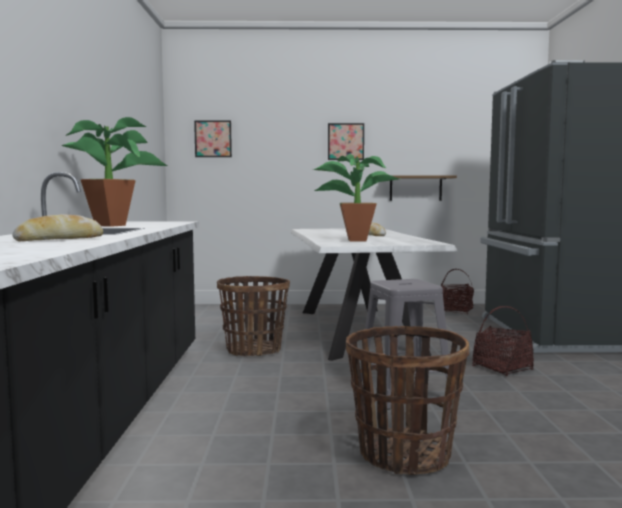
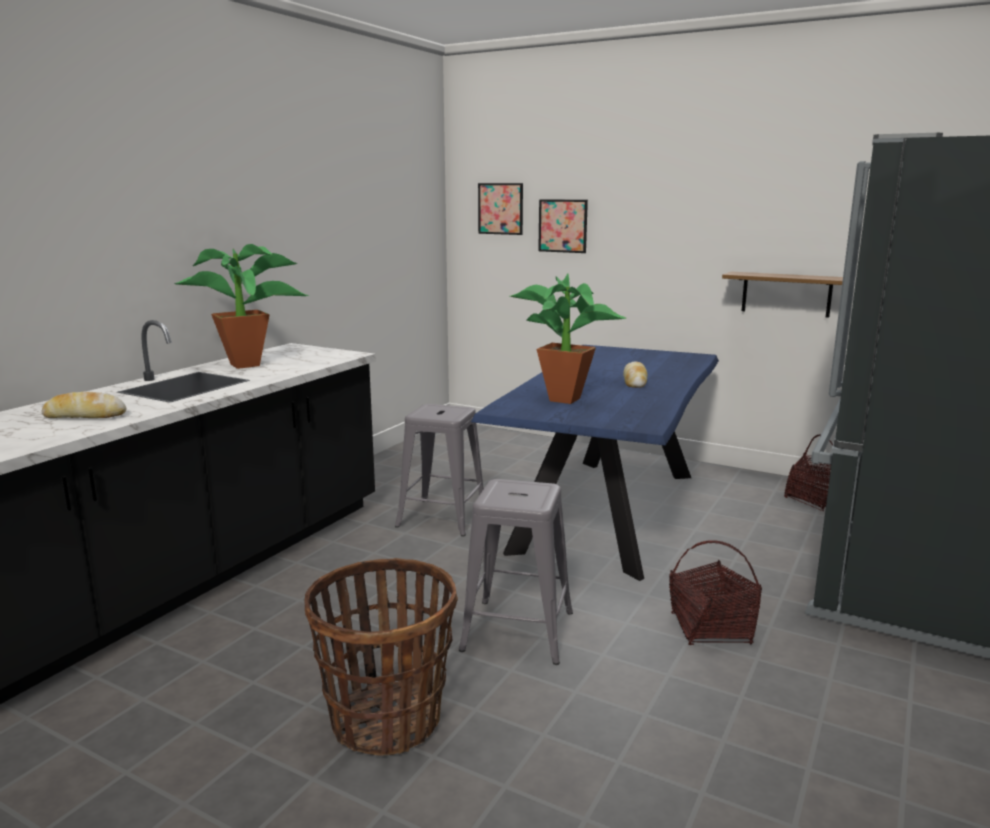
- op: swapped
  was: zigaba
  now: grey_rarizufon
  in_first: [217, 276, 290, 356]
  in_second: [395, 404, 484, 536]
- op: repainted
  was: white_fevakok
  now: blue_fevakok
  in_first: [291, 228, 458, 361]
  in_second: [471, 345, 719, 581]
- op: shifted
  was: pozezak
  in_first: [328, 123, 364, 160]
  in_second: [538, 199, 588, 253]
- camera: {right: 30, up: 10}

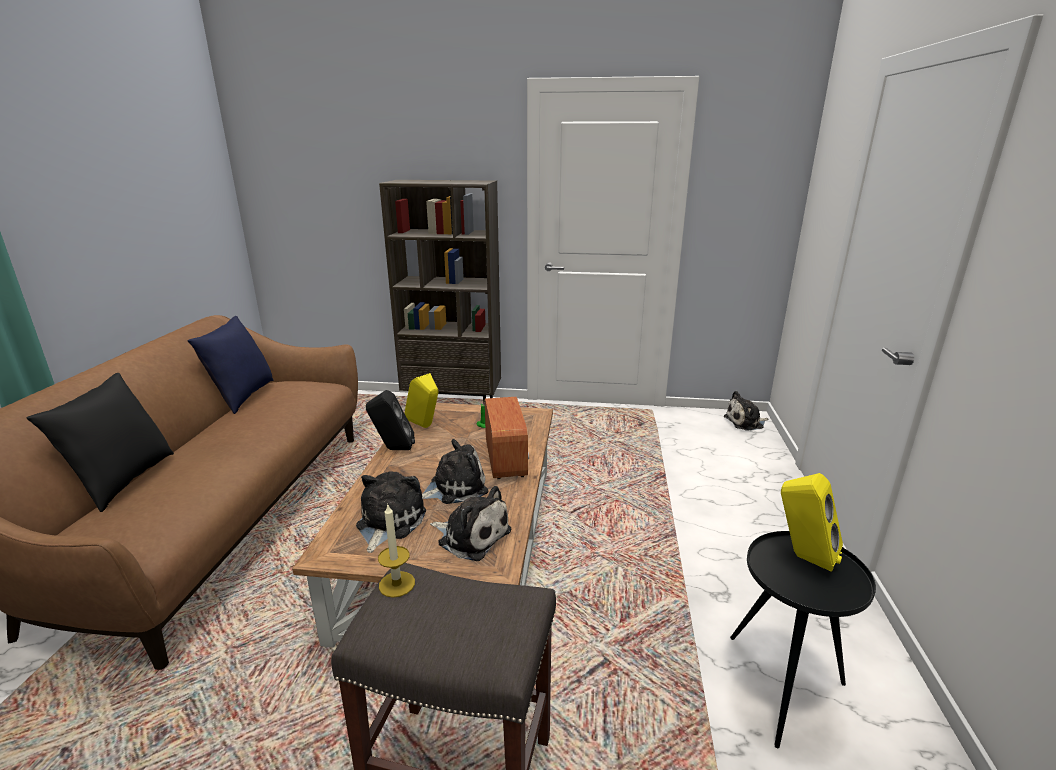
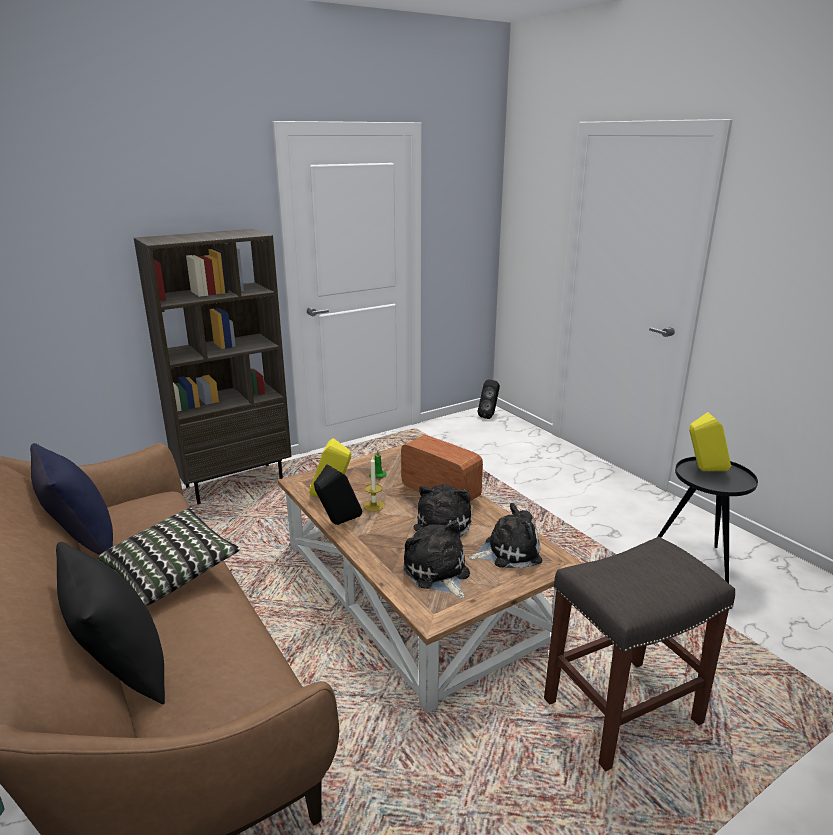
- op: shifted
  was: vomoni
  in_first: [378, 503, 415, 598]
  in_second: [364, 456, 384, 512]
- op: swapped
  was: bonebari
  now: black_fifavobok
  in_first: [724, 391, 769, 431]
  in_second: [478, 379, 500, 419]
- op: new
  now: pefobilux
  in_second: [98, 508, 241, 606]
- camera: {right: -40, up: 0}

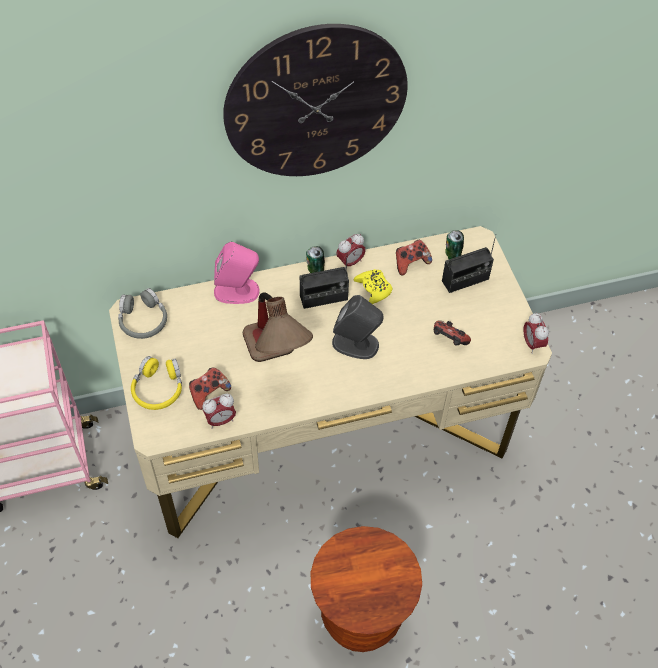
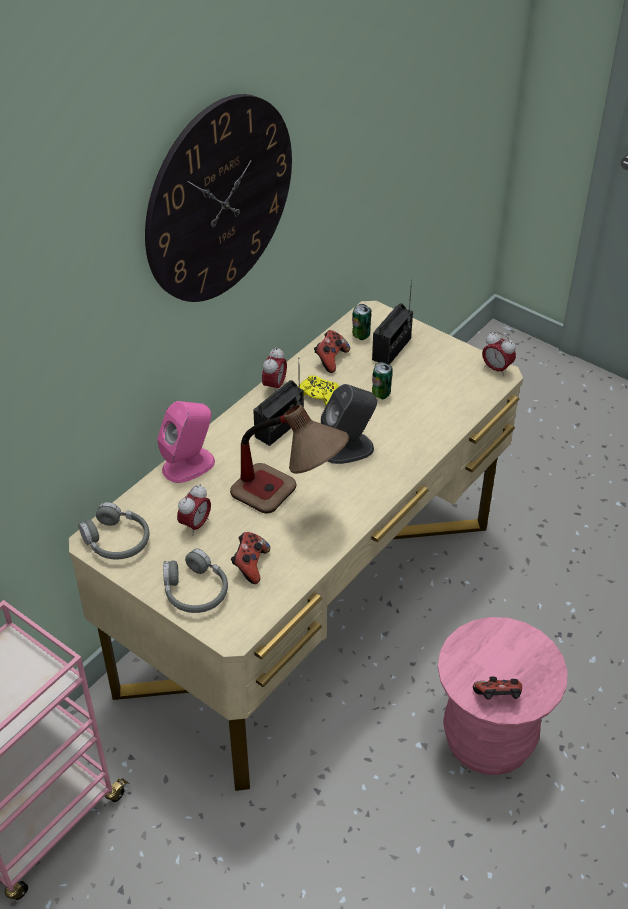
- op: repainted
  was: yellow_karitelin
  now: grey_karitelin
  in_first: [131, 356, 182, 410]
  in_second: [163, 548, 228, 613]
- op: shifted
  was: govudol
  in_first: [202, 394, 236, 428]
  in_second: [177, 484, 211, 536]
- op: shifted
  was: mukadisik
  in_first: [306, 246, 325, 273]
  in_second: [372, 362, 393, 399]
- op: repainted
  was: brown_rarizufon
  now: pink_rarizufon
  in_first: [311, 526, 422, 652]
  in_second: [438, 617, 568, 775]
- op: shifted
  was: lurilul
  in_first: [434, 320, 471, 346]
  in_second: [473, 676, 522, 700]
- camera: {right: -35, up: -10}

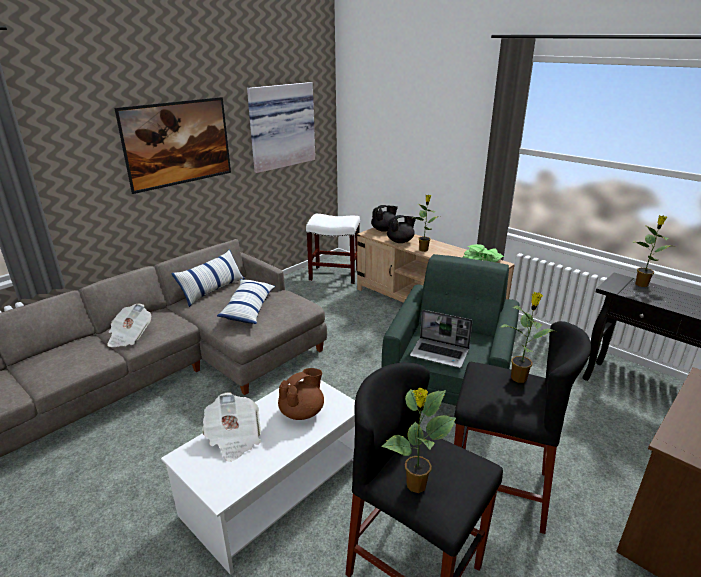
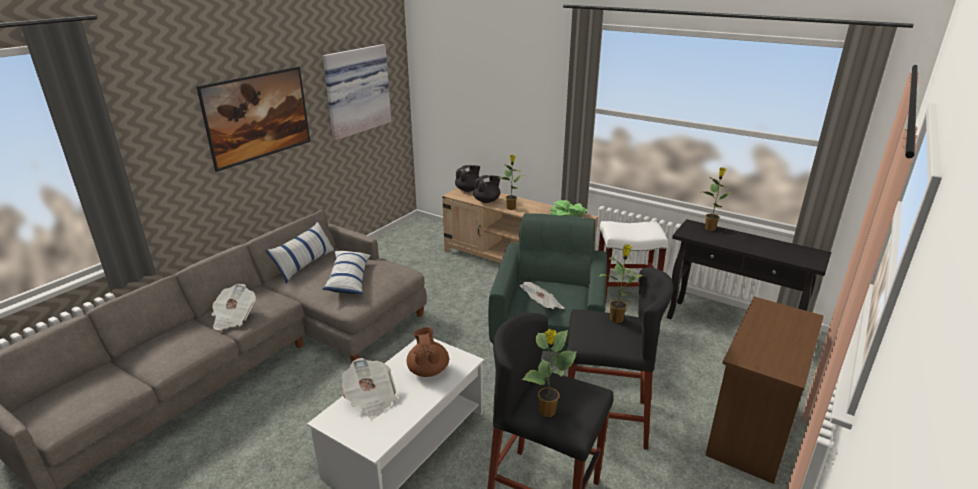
- op: rotated
  was: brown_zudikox
  in_first: [278, 368, 324, 420]
  in_second: [406, 327, 449, 377]
  clockwise: -45
- op: shifted
  was: white_rarizufon
  in_first: [306, 214, 360, 284]
  in_second: [598, 221, 668, 305]
- op: swapped
  was: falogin
  now: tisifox
  in_first: [410, 310, 473, 368]
  in_second: [520, 282, 564, 309]
- camera: {right: -10, up: 0}

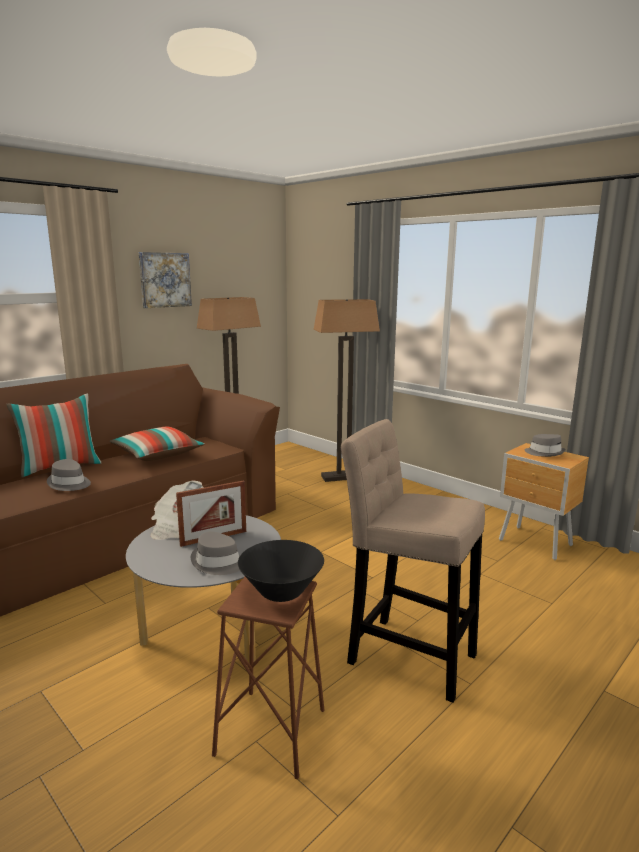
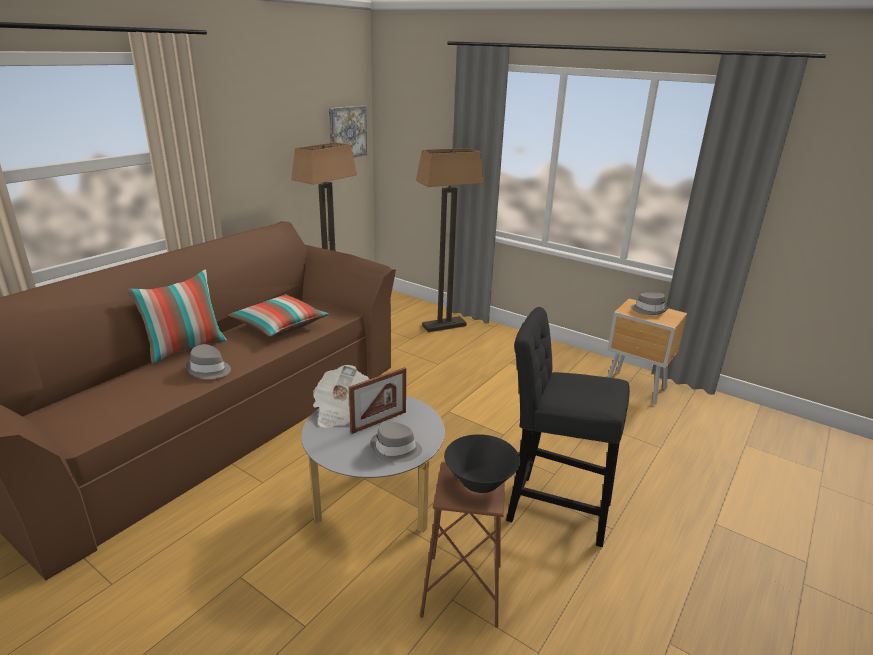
- op: shifted
  was: pozezak
  in_first: [139, 252, 192, 308]
  in_second: [329, 105, 367, 158]
- op: repainted
  was: beige_rarizufon
  now: black_rarizufon
  in_first: [341, 419, 485, 703]
  in_second: [506, 307, 630, 547]
- camera: {right: -10, up: 10}

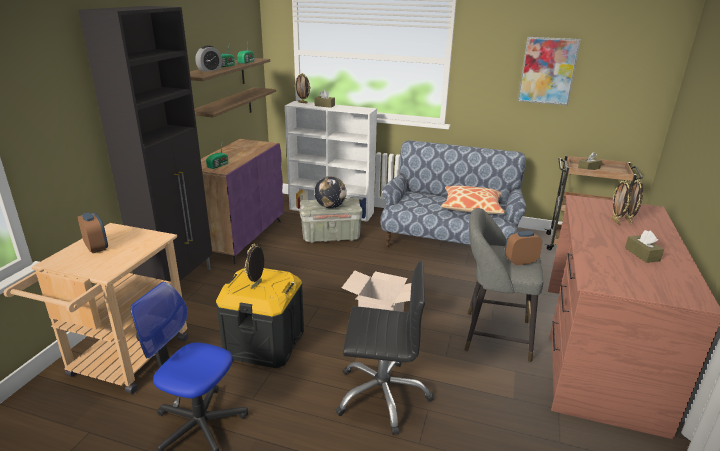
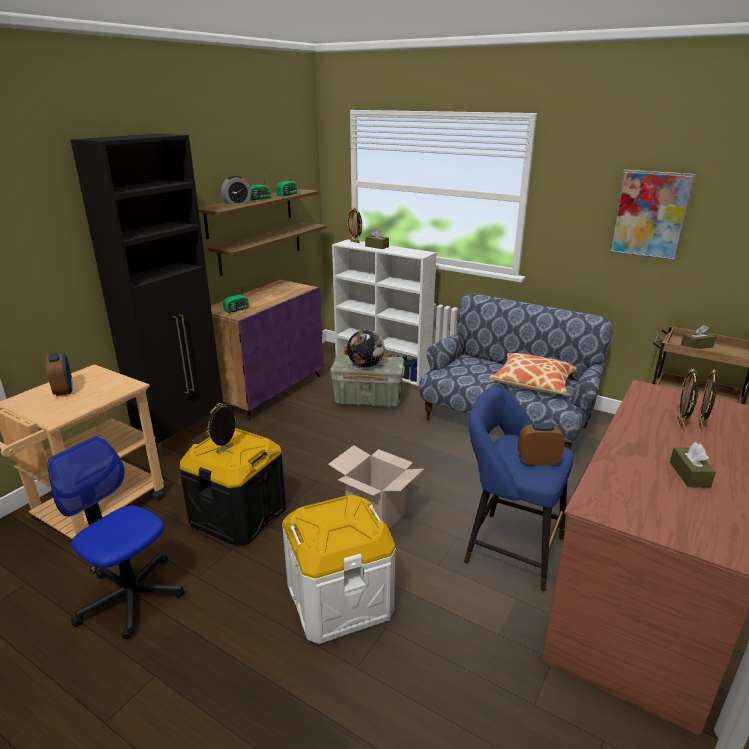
- op: swapped
  was: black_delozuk
  now: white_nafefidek
  in_first: [335, 261, 433, 435]
  in_second: [282, 495, 396, 644]
- op: repainted
  was: grey_rarizufon
  now: blue_rarizufon
  in_first: [464, 208, 544, 362]
  in_second: [464, 387, 573, 591]
- camera: {right: 15, up: 0}

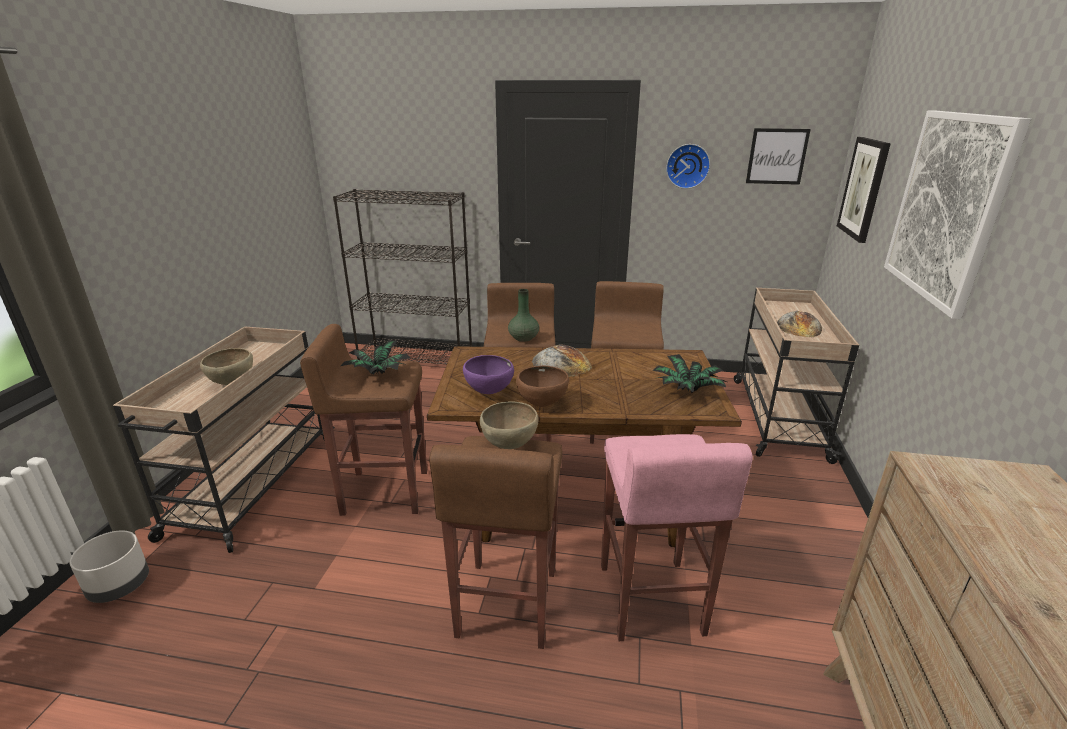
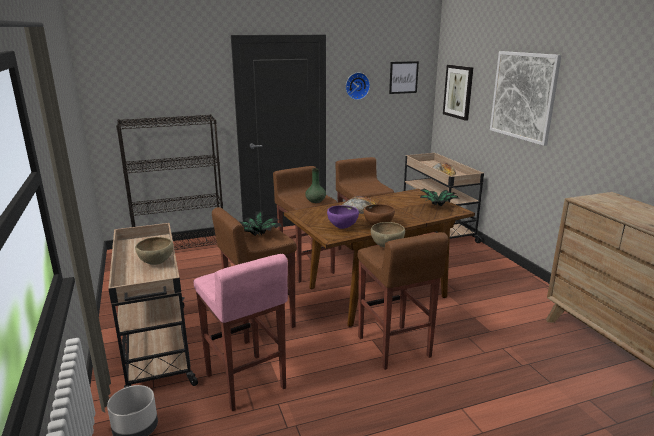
- op: shifted
  was: pink_rarizufon
  in_first: [601, 434, 753, 641]
  in_second: [193, 254, 288, 412]
- camera: {right: -30, up: -5}

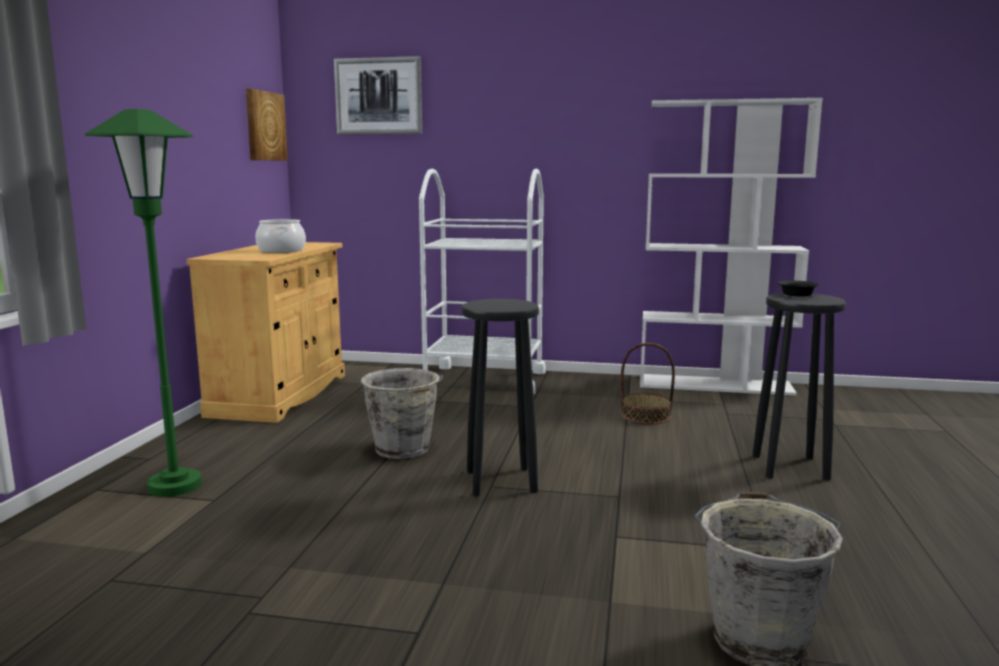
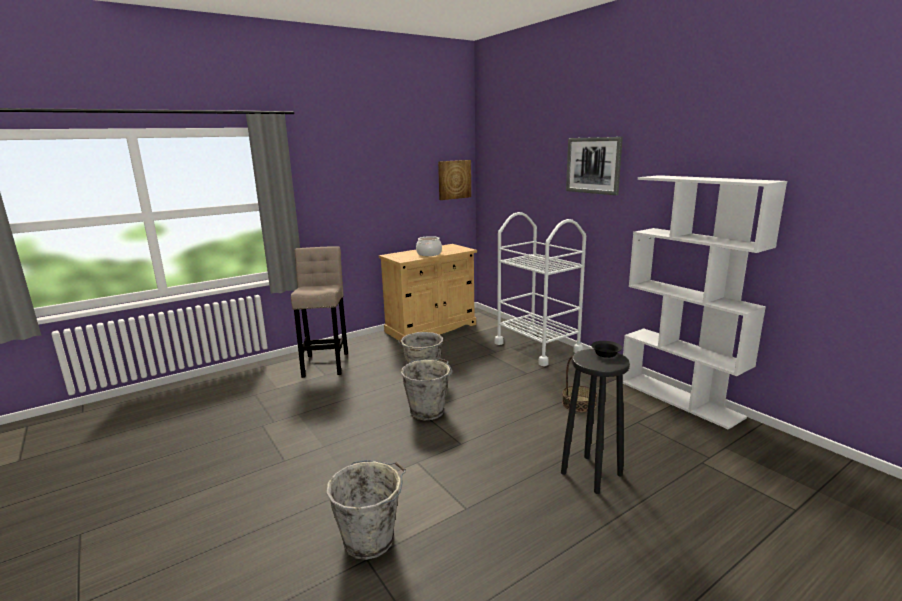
- op: swapped
  was: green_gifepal
  now: beige_rarizufon
  in_first: [85, 109, 202, 497]
  in_second: [291, 246, 348, 378]
- op: shifted
  was: pozezak
  in_first: [334, 56, 422, 135]
  in_second: [566, 137, 623, 195]
- op: swapped
  was: black_rarizufon
  now: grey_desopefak
  in_first: [461, 299, 539, 497]
  in_second: [401, 358, 452, 420]
- camera: {right: 45, up: 5}

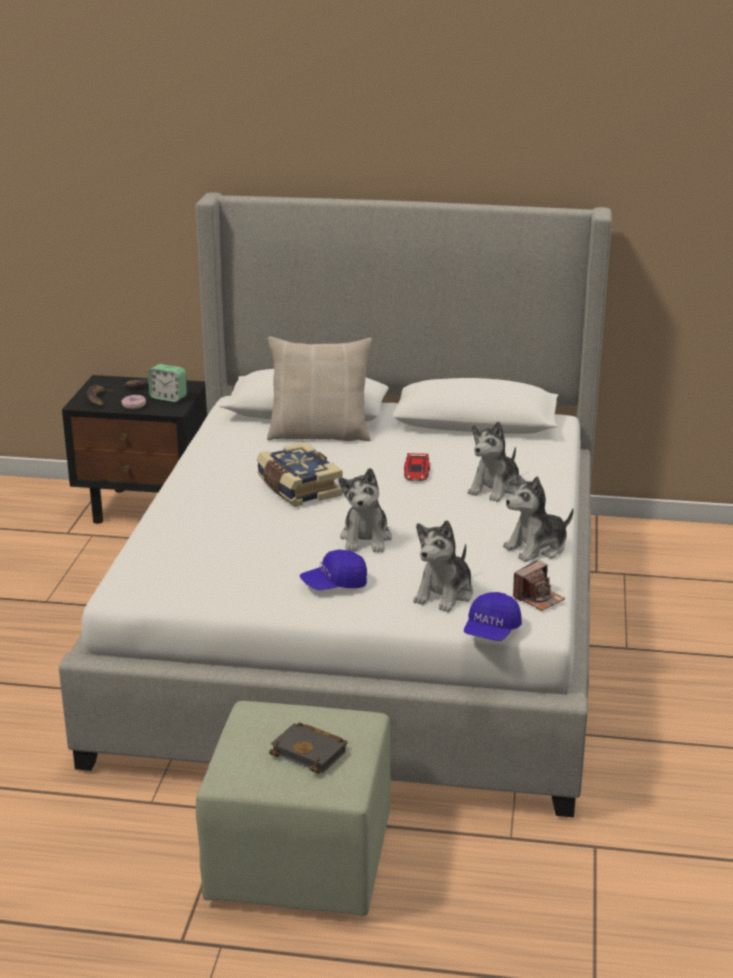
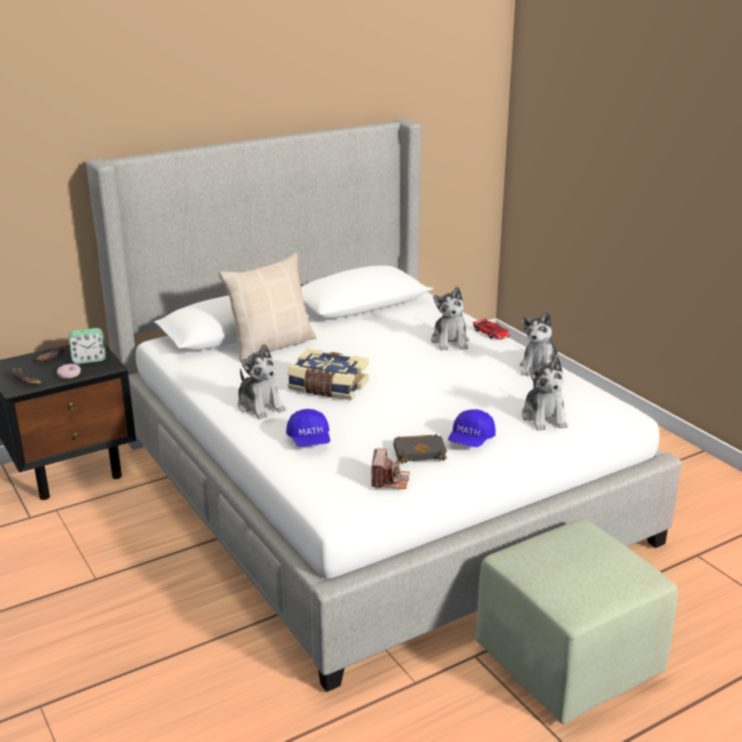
- op: shifted
  was: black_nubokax
  in_first: [269, 722, 348, 774]
  in_second: [394, 434, 447, 463]
- op: shifted
  was: bonebari
  in_first: [338, 468, 392, 552]
  in_second: [238, 344, 286, 419]
- op: shifted
  was: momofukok
  in_first: [404, 453, 430, 481]
  in_second: [473, 318, 510, 340]
- op: shifted
  was: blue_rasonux
  in_first: [464, 592, 522, 641]
  in_second: [286, 409, 330, 447]
- op: shifted
  was: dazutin
  in_first: [513, 560, 565, 611]
  in_second: [371, 448, 410, 489]
- camera: {right: -40, up: 0}

